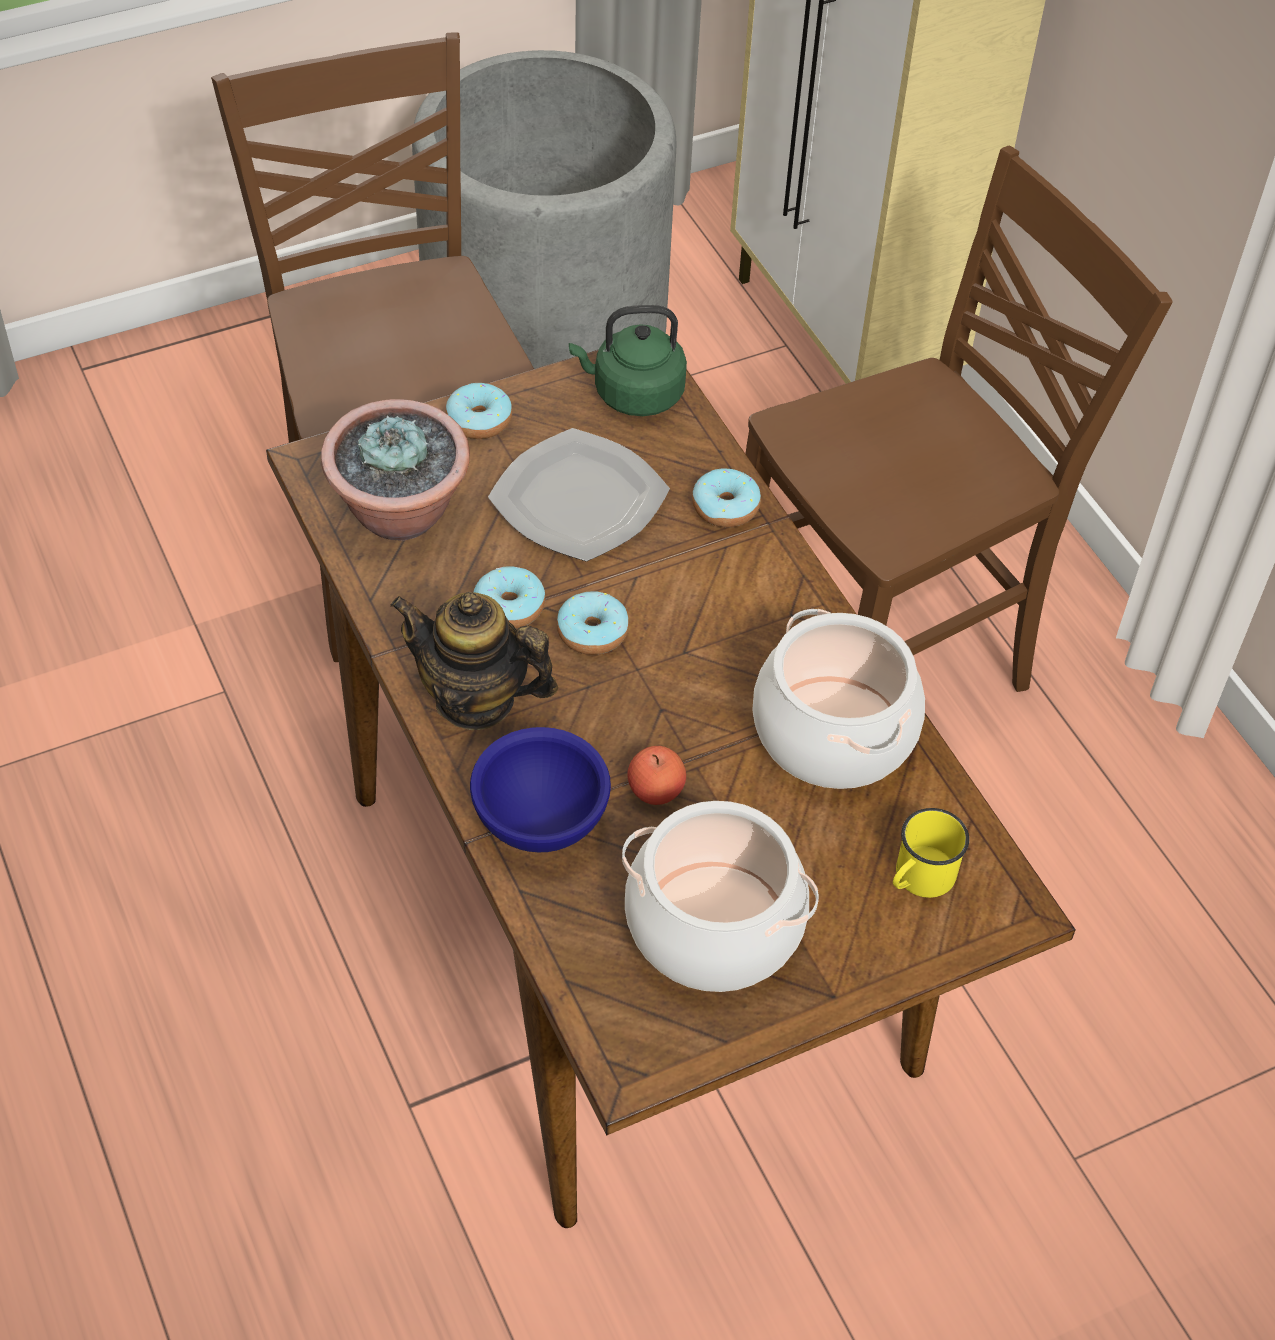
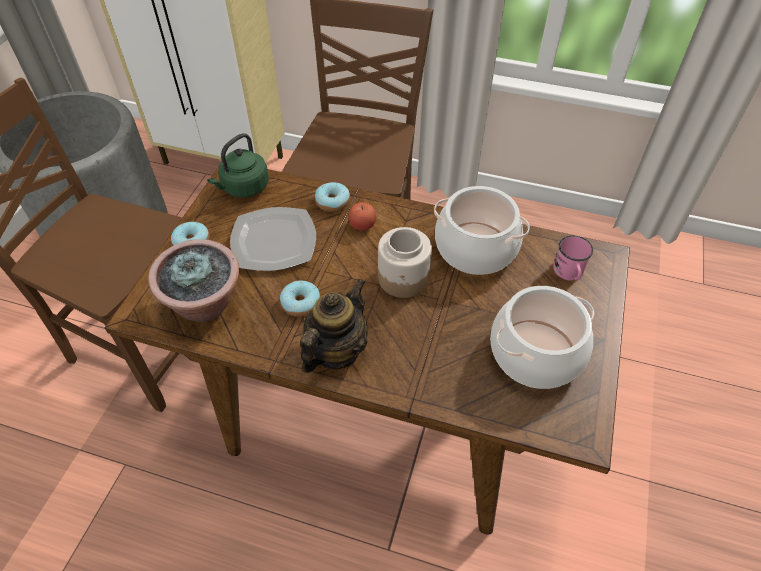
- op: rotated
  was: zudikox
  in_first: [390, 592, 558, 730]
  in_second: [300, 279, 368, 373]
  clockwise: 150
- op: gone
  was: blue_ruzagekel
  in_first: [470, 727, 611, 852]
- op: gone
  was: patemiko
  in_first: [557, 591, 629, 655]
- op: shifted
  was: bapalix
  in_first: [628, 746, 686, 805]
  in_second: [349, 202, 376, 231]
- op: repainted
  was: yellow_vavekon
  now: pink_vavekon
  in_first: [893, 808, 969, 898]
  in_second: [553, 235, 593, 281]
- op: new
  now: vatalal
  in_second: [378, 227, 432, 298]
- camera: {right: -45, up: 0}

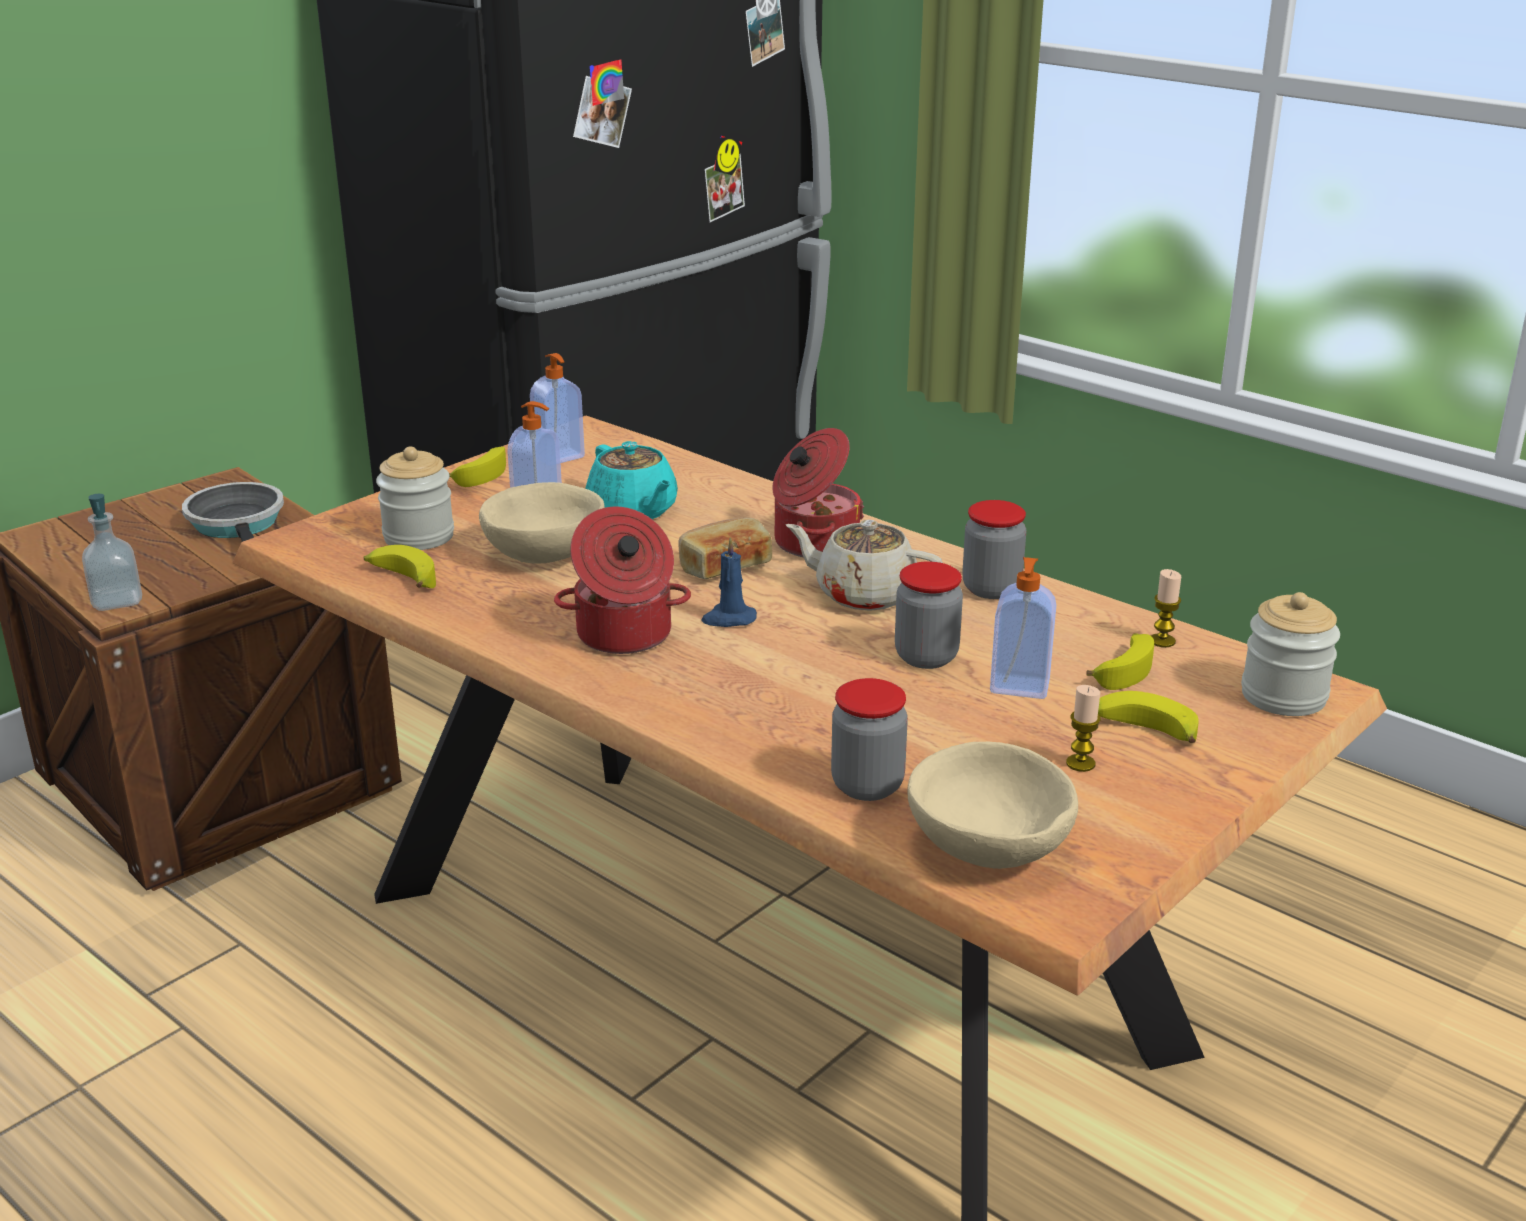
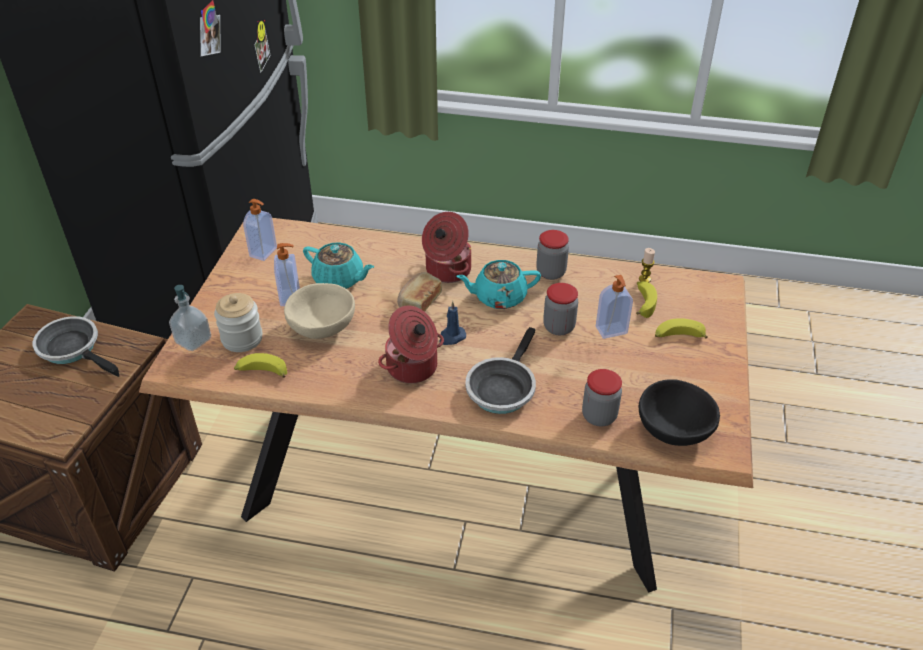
- op: shifted
  was: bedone
  in_first: [82, 494, 142, 611]
  in_second: [169, 285, 211, 351]
- op: gone
  was: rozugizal
  in_first: [449, 447, 506, 487]
- op: repainted
  was: beige_zudikox
  now: turquoise_zudikox
  in_first: [785, 520, 943, 611]
  in_second: [456, 260, 541, 309]
- op: repainted
  was: beige_ruzagekel
  now: black_ruzagekel
  in_first: [907, 742, 1078, 869]
  in_second: [639, 379, 720, 446]
- op: gone
  was: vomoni
  in_first: [1066, 685, 1101, 772]
- op: gone
  was: vatalal
  in_first: [1241, 592, 1340, 716]
- op: new
  now: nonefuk
  in_second: [465, 327, 536, 414]
- camera: {right: -30, up: 15}

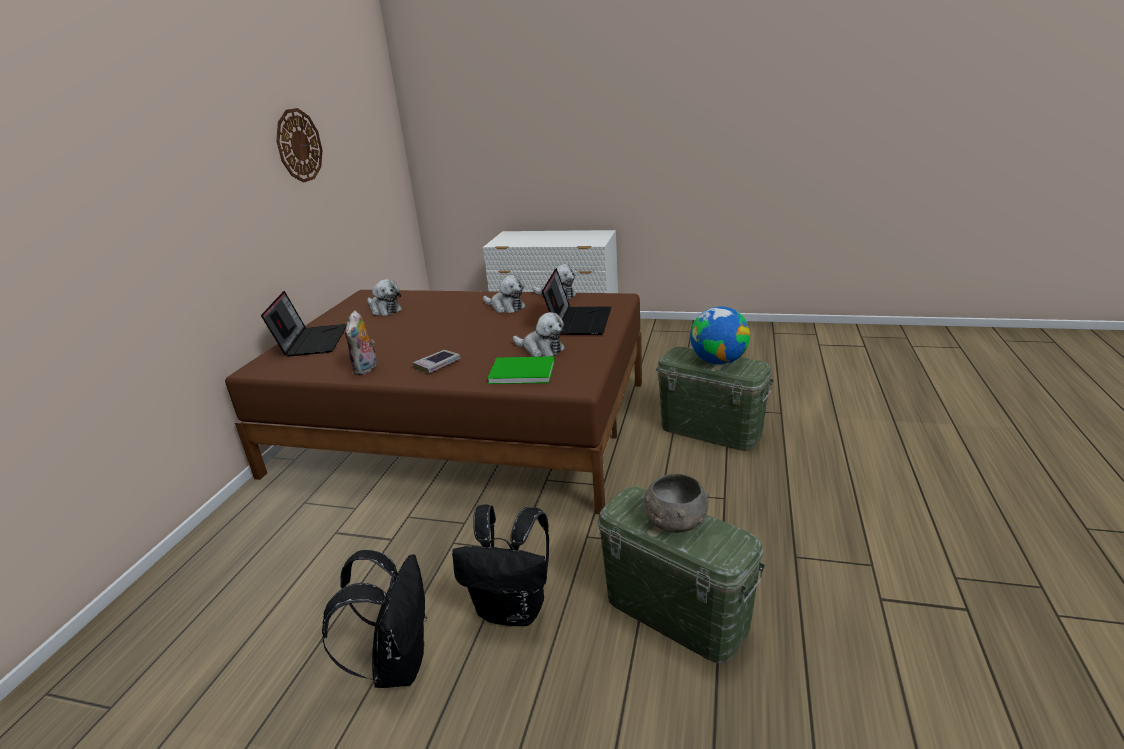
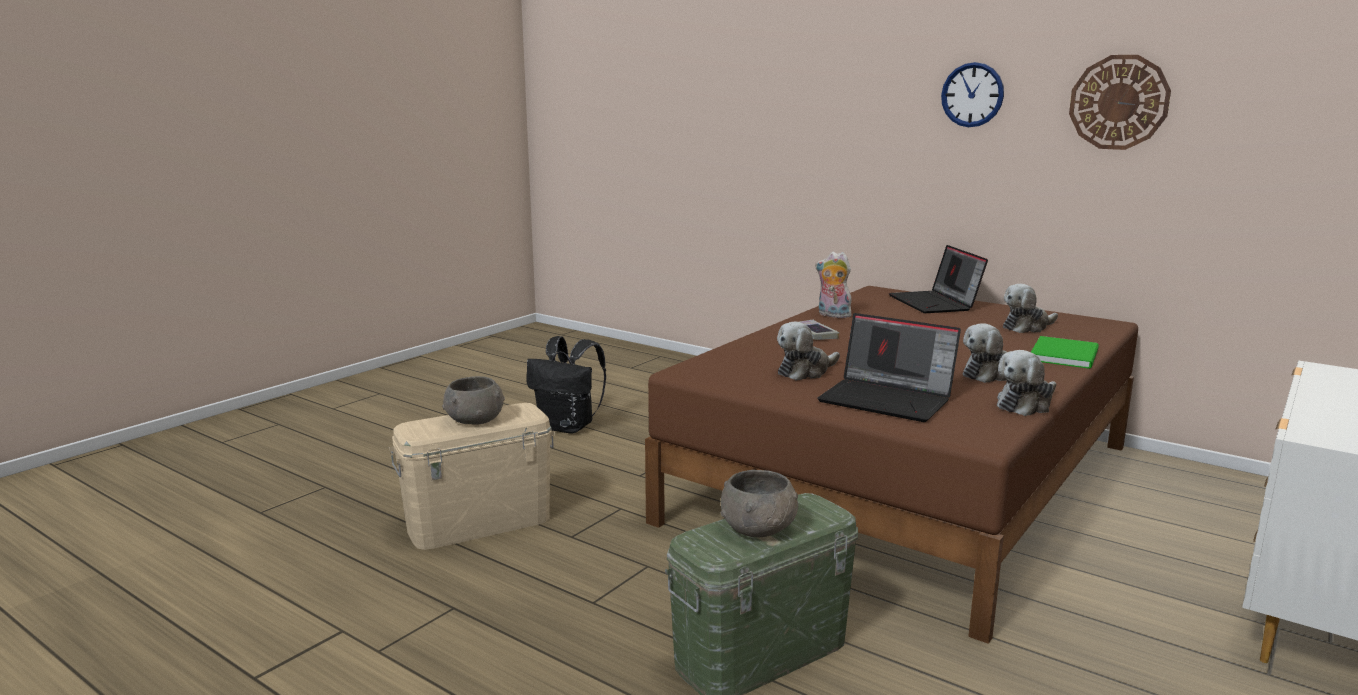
- op: rotated
  was: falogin
  in_first: [261, 291, 346, 356]
  in_second: [889, 245, 988, 313]
  clockwise: 60
- op: gone
  was: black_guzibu
  in_first: [452, 504, 549, 626]
- op: shifted
  was: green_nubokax
  in_first: [487, 356, 555, 384]
  in_second: [1031, 336, 1099, 369]
- op: repainted
  was: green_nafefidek
  now: beige_nafefidek
  in_first: [597, 486, 766, 664]
  in_second: [389, 403, 555, 550]
- op: swapped
  was: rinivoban
  now: grey_ruzagekel
  in_first: [690, 306, 750, 365]
  in_second: [721, 470, 798, 537]
- op: new
  now: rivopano
  in_second: [941, 62, 1004, 127]
- camera: {right: 110, up: -10}

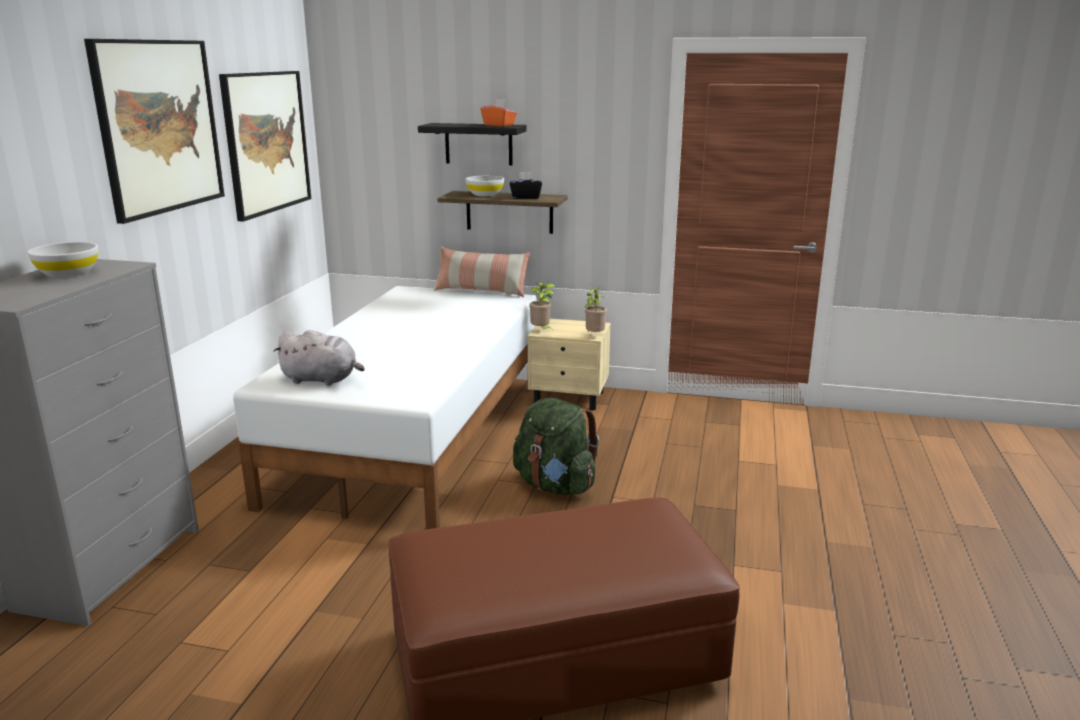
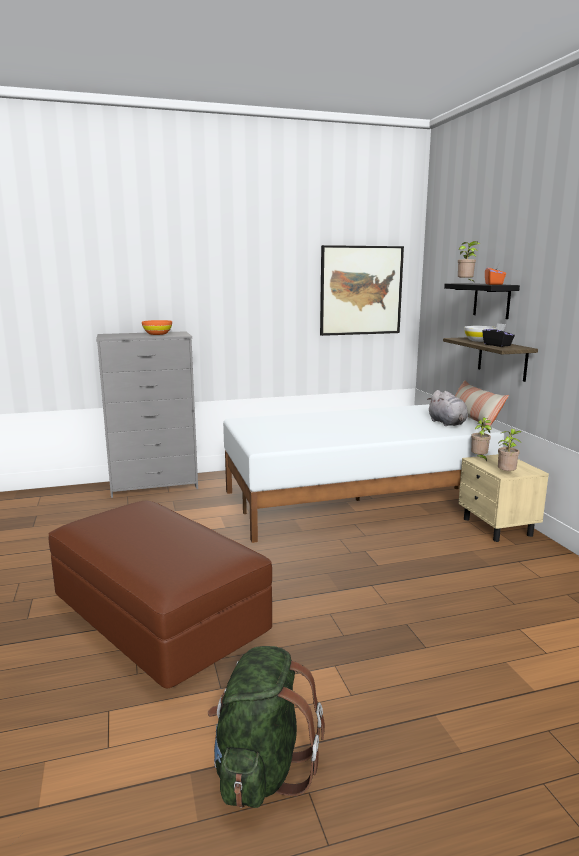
- op: repainted
  was: white_ruzagekel
  now: orange_ruzagekel
  in_first: [28, 242, 98, 278]
  in_second: [142, 320, 172, 335]
- op: gone
  was: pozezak
  in_first: [84, 39, 225, 224]
- op: shifted
  was: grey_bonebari
  in_first: [273, 330, 365, 386]
  in_second: [427, 390, 468, 426]
- op: shifted
  was: green_guzibu
  in_first: [513, 398, 599, 495]
  in_second: [208, 646, 325, 808]
- op: new
  now: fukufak
  in_second: [458, 241, 480, 282]
- camera: {right: 60, up: -5}

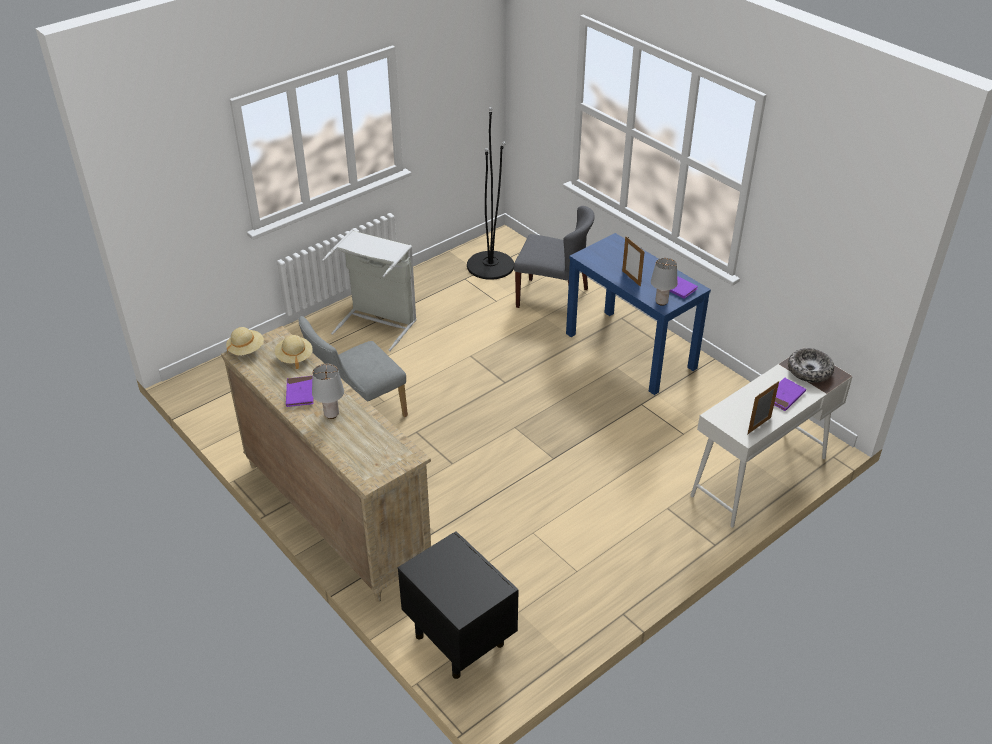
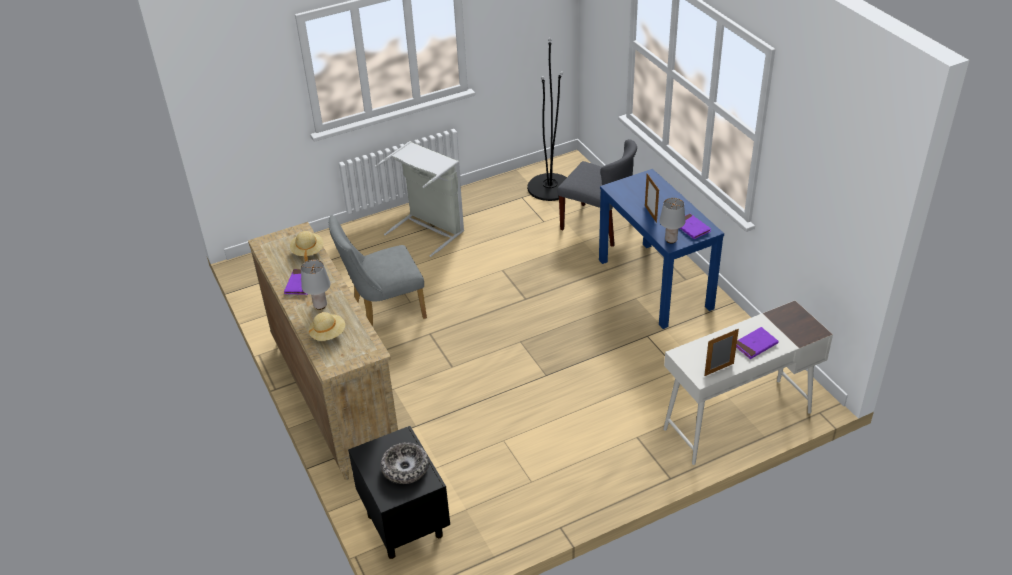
- op: shifted
  was: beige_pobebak
  in_first: [226, 327, 264, 355]
  in_second: [309, 312, 345, 341]
- op: shifted
  was: ruzagekel
  in_first: [788, 348, 834, 383]
  in_second: [381, 443, 429, 484]
- camera: {right: 15, up: 0}

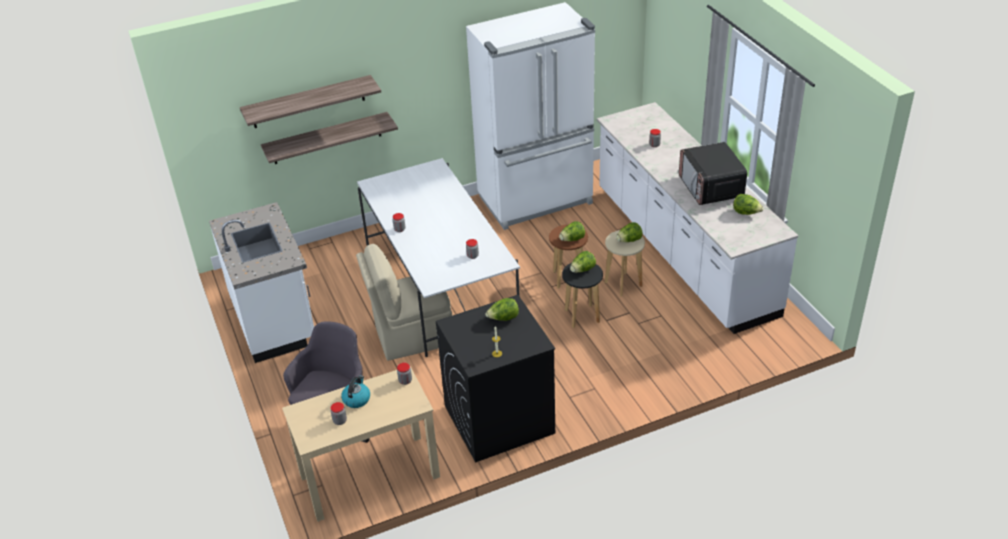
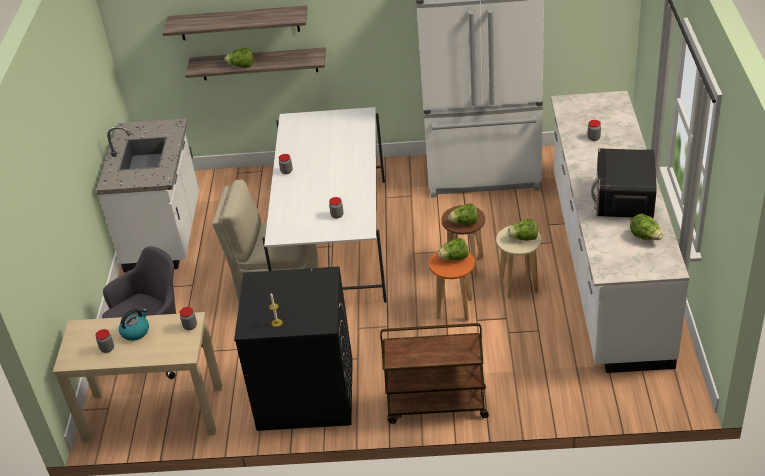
- op: shifted
  was: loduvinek
  in_first: [485, 298, 519, 321]
  in_second: [224, 48, 254, 68]
- op: repainted
  was: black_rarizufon
  now: orange_rarizufon
  in_first: [562, 263, 603, 328]
  in_second: [429, 251, 475, 321]
- op: new
  now: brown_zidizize
  in_second: [380, 323, 489, 424]
- camera: {right: 25, up: 0}

